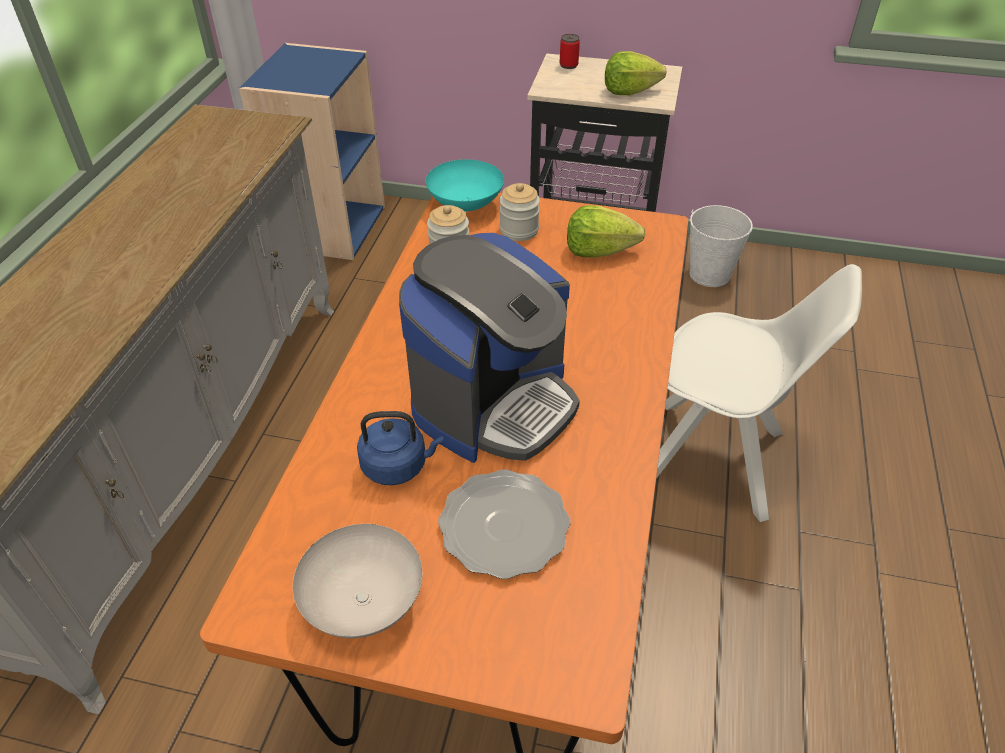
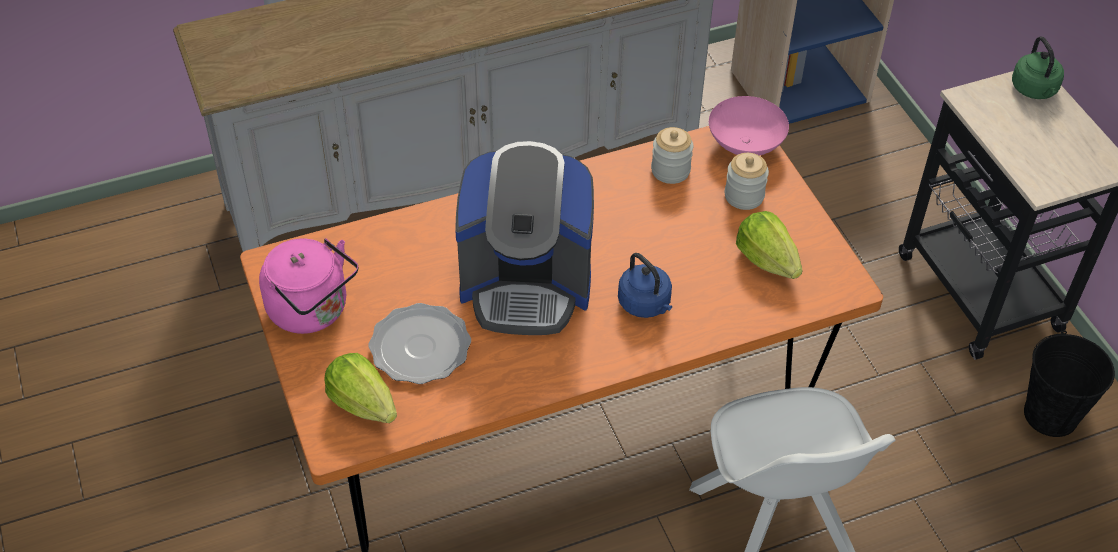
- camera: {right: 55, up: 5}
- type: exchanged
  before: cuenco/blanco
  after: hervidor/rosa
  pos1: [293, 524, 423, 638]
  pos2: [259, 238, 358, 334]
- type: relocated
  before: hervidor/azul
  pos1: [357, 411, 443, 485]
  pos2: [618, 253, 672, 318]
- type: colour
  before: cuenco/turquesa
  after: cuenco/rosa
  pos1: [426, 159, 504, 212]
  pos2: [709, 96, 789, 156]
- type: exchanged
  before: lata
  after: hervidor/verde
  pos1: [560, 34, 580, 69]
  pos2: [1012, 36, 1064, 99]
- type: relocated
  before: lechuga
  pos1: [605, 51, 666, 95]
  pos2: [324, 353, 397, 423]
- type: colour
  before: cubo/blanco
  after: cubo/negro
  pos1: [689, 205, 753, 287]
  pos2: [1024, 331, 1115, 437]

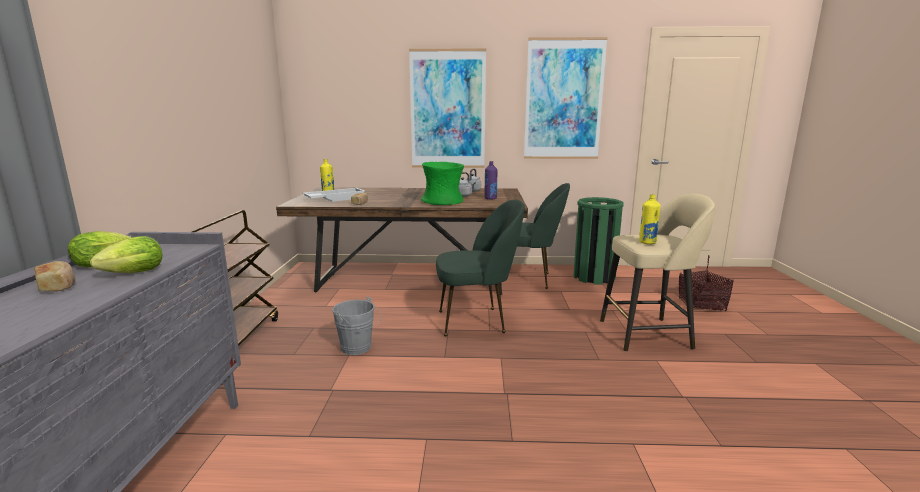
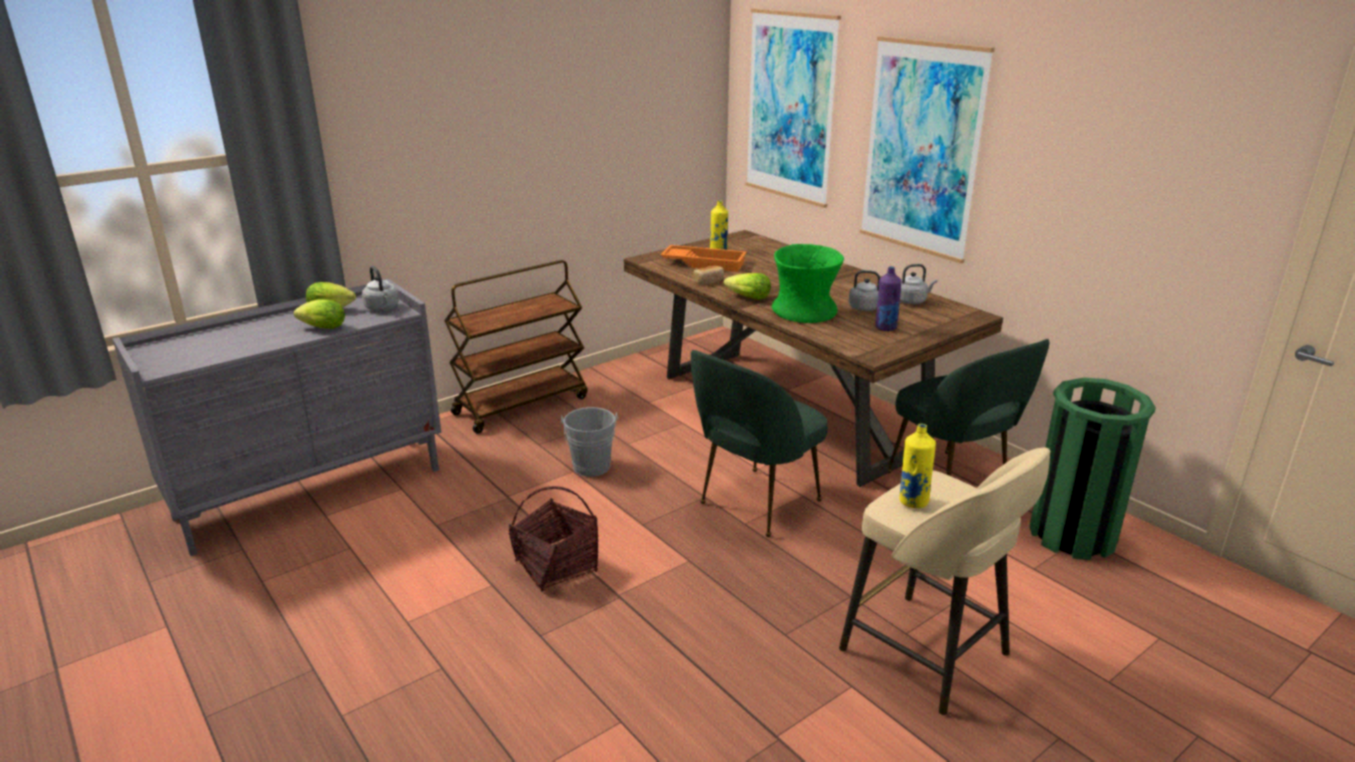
- camera: {right: 50, up: 10}
- type: missing
  before: pan
  pos1: [34, 261, 76, 292]
- type: colour
  before: bandeja/blanco
  after: bandeja/naranja
  pos1: [303, 188, 365, 202]
  pos2: [660, 245, 747, 272]
- type: spun
  before: silla/verde
  pos1: [436, 200, 525, 337]
  pos2: [691, 350, 828, 537]
  turn: 90
- type: relocated
  before: cuadro
  pos1: [524, 37, 608, 159]
  pos2: [745, 8, 841, 208]
- type: relocated
  before: cesta
  pos1: [679, 255, 733, 311]
  pos2: [509, 486, 598, 592]
- type: appeared
  after: hervidor/gris
  pos2: [362, 266, 399, 311]
- type: appeared
  after: lechuga
  pos2: [724, 273, 771, 300]

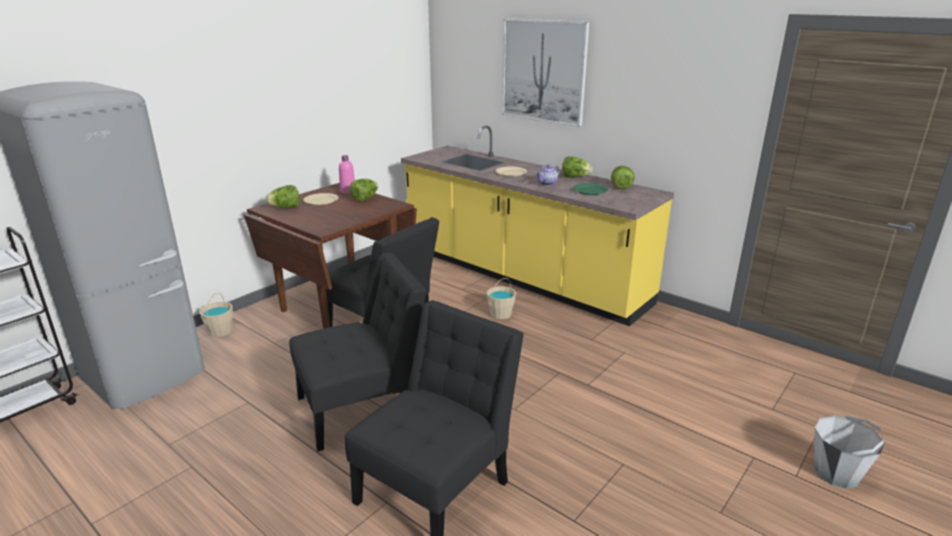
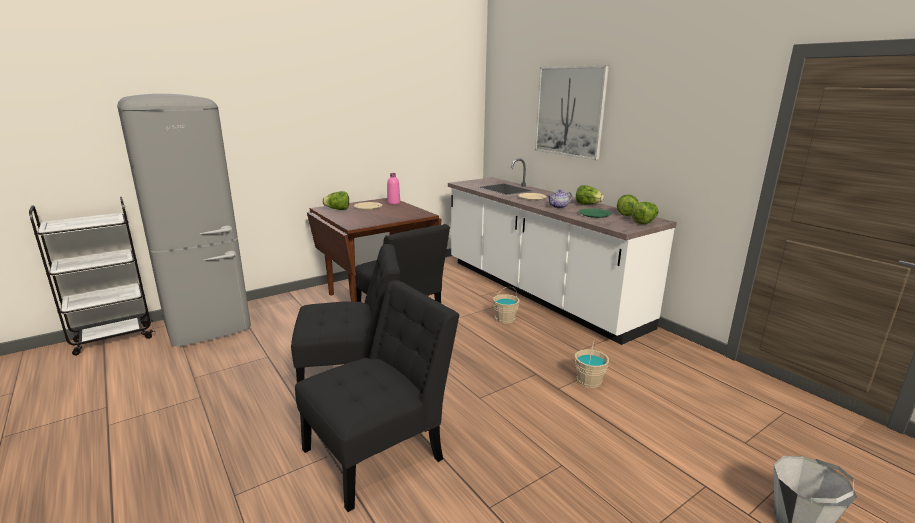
- camera: {right: 15, up: -5}
- type: relocated
  before: cubo/beis
  pos1: [199, 293, 233, 337]
  pos2: [575, 340, 609, 388]
- type: relocated
  before: lechuga
  pos1: [349, 179, 378, 202]
  pos2: [631, 202, 658, 224]
- type: colour
  before: mueble bajo de cocina/amarillo
  after: mueble bajo de cocina/blanco
  pos1: [401, 125, 674, 326]
  pos2: [448, 158, 677, 345]

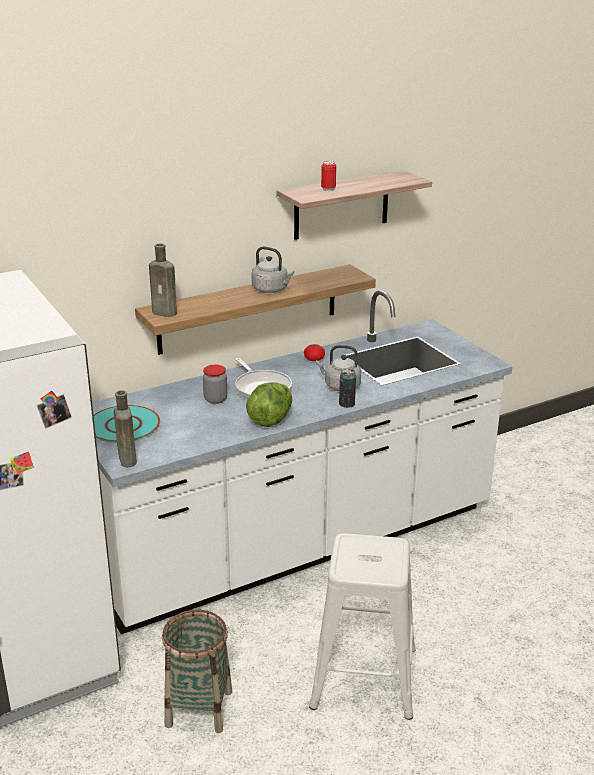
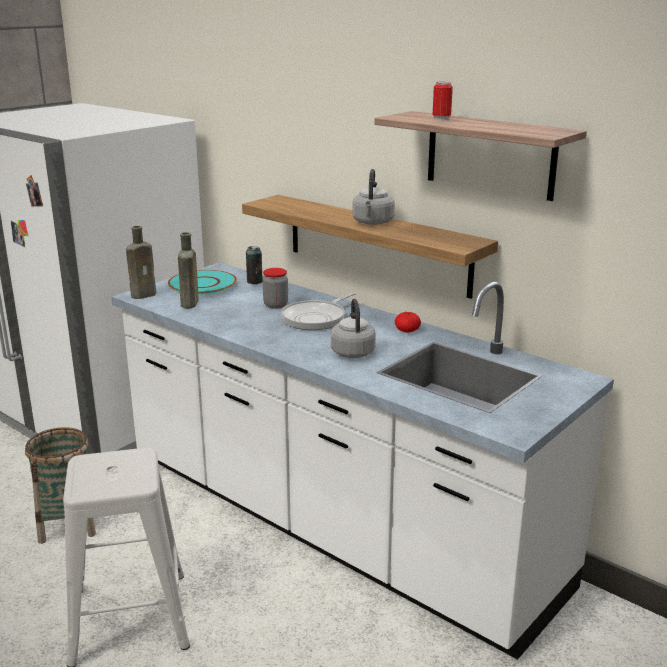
- camera: {right: 70, up: -5}
- type: relocated
  before: botella/marrón
  pos1: [149, 244, 177, 317]
  pos2: [178, 232, 198, 308]
- type: missing
  before: lechuga
  pos1: [246, 382, 292, 427]
- type: relocated
  before: lata
  pos1: [339, 369, 356, 408]
  pos2: [246, 246, 263, 284]

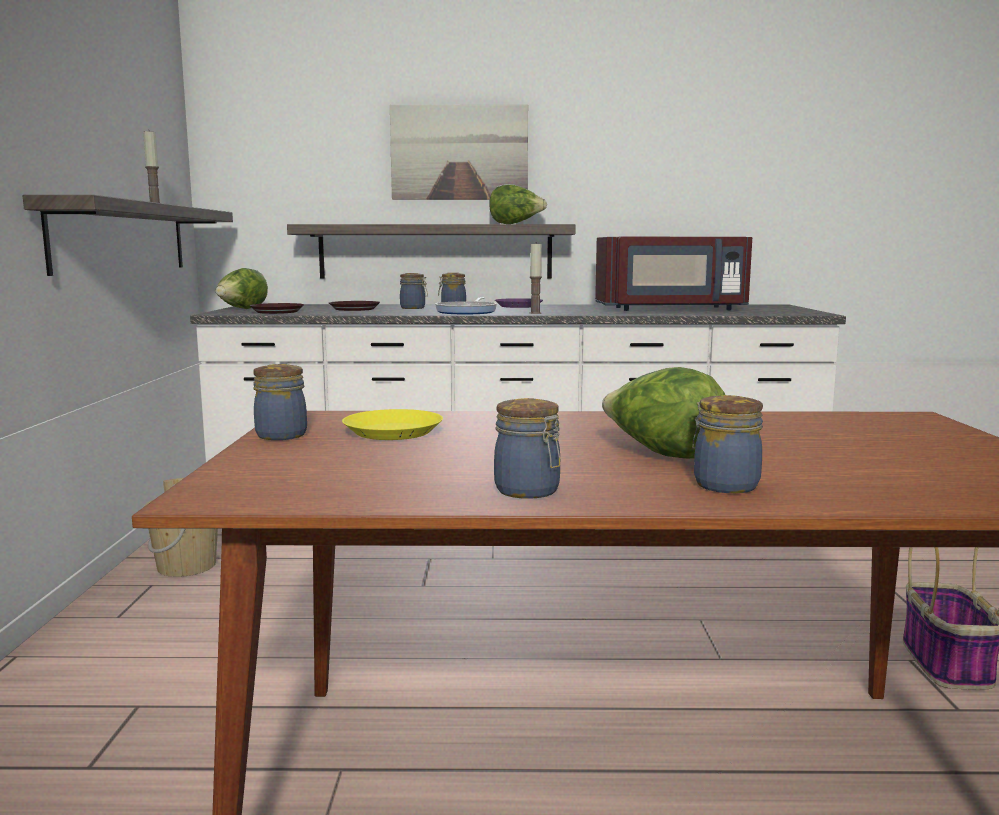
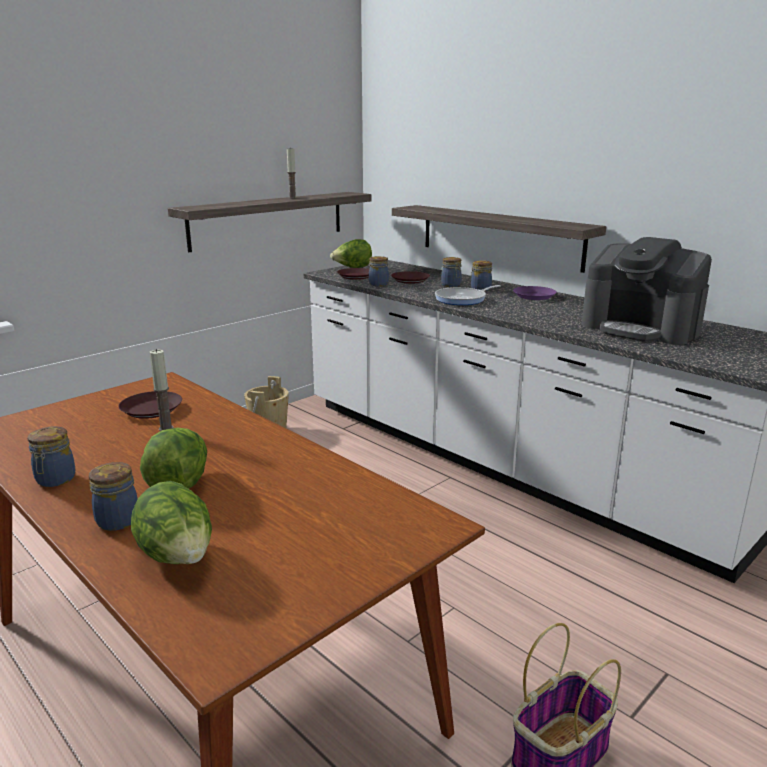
- camera: {right: 45, up: 10}
- type: relocated
  before: tarro
  pos1: [253, 364, 307, 440]
  pos2: [369, 256, 389, 286]
- type: colour
  before: plato/amarillo
  after: plato/marrón
  pos1: [342, 409, 443, 440]
  pos2: [118, 391, 182, 419]
- type: missing
  before: cuadro
  pos1: [390, 104, 528, 200]
- type: relocated
  before: lechuga
  pos1: [489, 184, 547, 224]
  pos2: [131, 481, 212, 564]
- type: relocated
  before: vela
  pos1: [530, 244, 542, 314]
  pos2: [149, 349, 174, 431]
- type: exchanged
  before: microondas/rojo
  after: cafetera
  pos1: [595, 237, 752, 311]
  pos2: [582, 237, 712, 345]

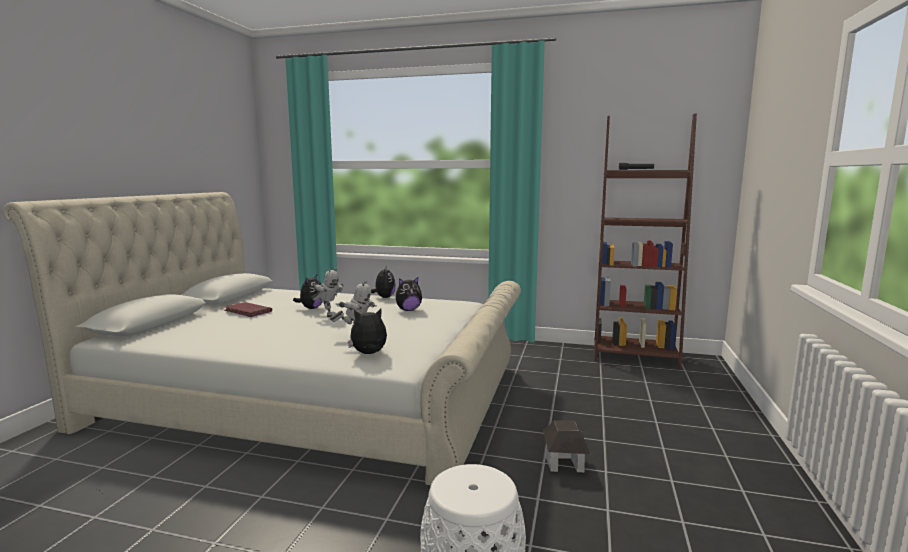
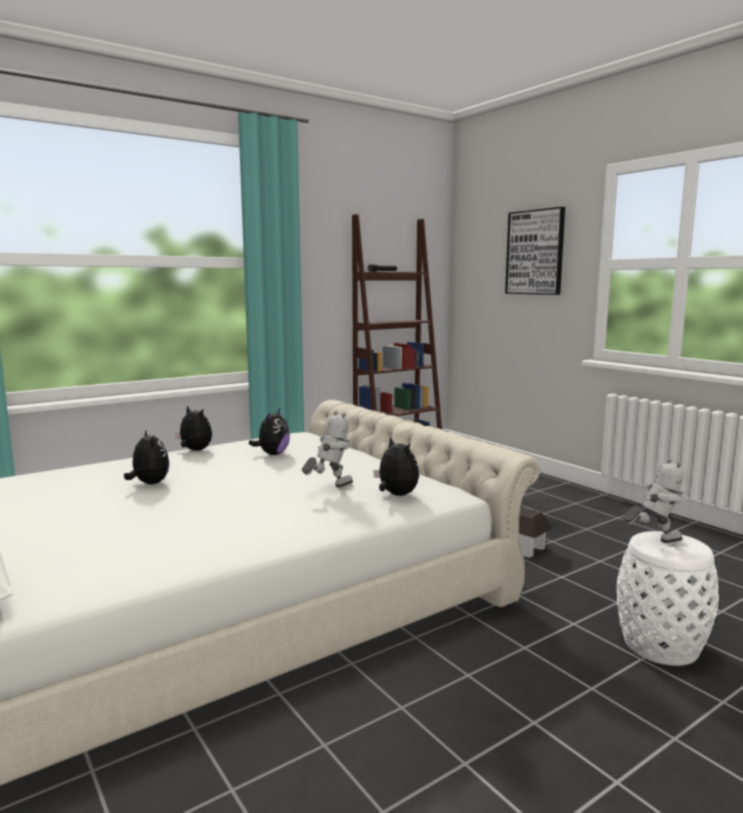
- camera: {right: -50, up: 0}
- type: missing
  before: libro/rojo
  pos1: [224, 302, 272, 317]
- type: relocated
  before: robot de juguete
  pos1: [311, 268, 343, 317]
  pos2: [623, 458, 684, 543]
- type: spun
  before: peluche
  pos1: [348, 309, 387, 354]
  pos2: [373, 437, 419, 496]
  turn: 120
- type: appeared
  after: cuadro
  pos2: [505, 207, 565, 295]

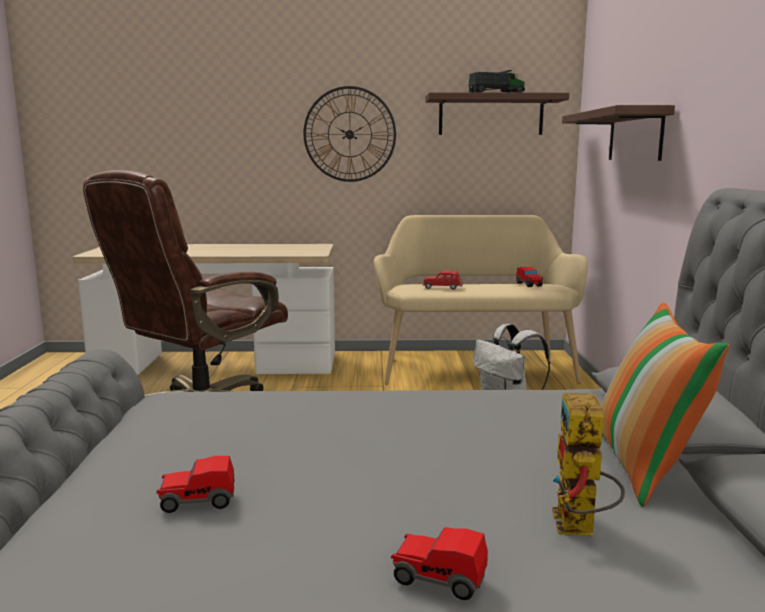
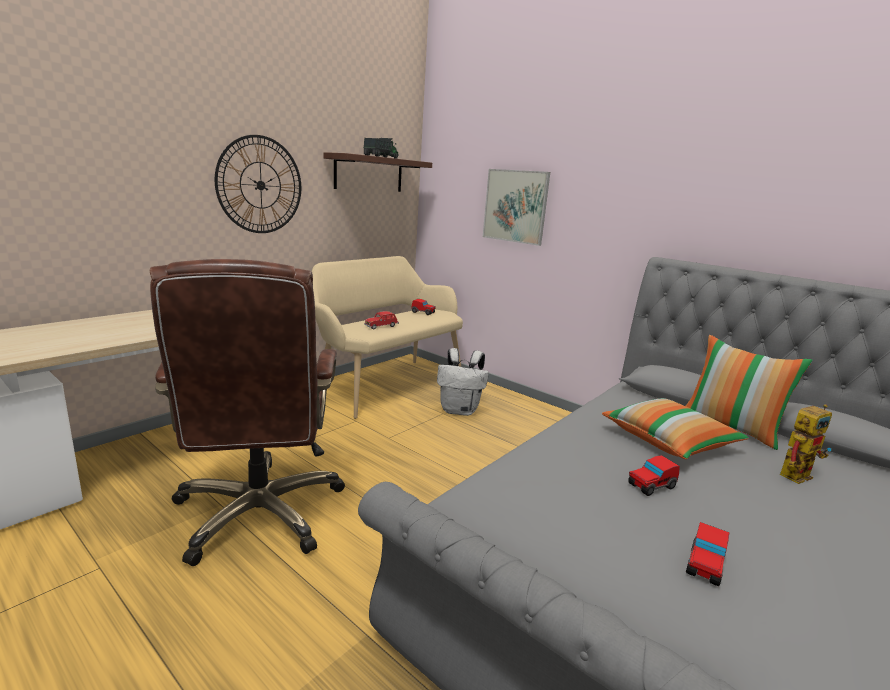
- camera: {right: -50, up: 5}
- type: relocated
  before: coche de juguete
  pos1: [391, 527, 488, 600]
  pos2: [628, 455, 680, 496]
- type: spun
  before: robot de juguete
  pos1: [552, 393, 625, 535]
  pos2: [780, 404, 832, 484]
  turn: -75
- type: exchanged
  before: estante
  after: cuadro
  pos1: [562, 105, 675, 161]
  pos2: [483, 169, 550, 246]
- type: appeared
  after: cojín
  pos2: [602, 398, 749, 459]

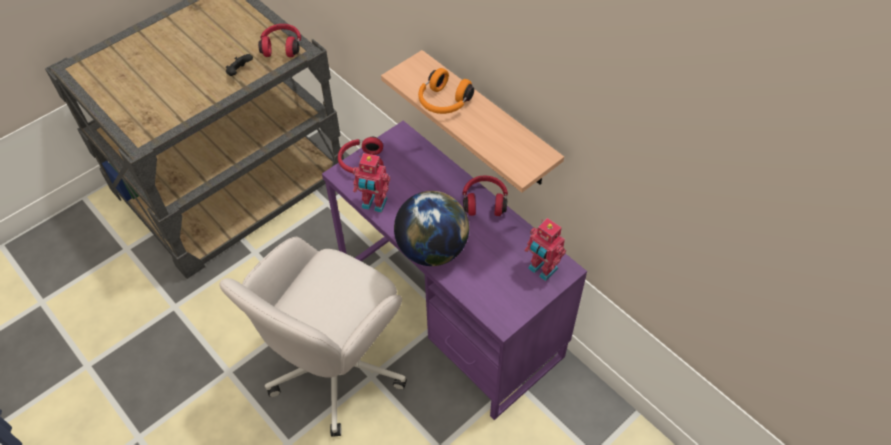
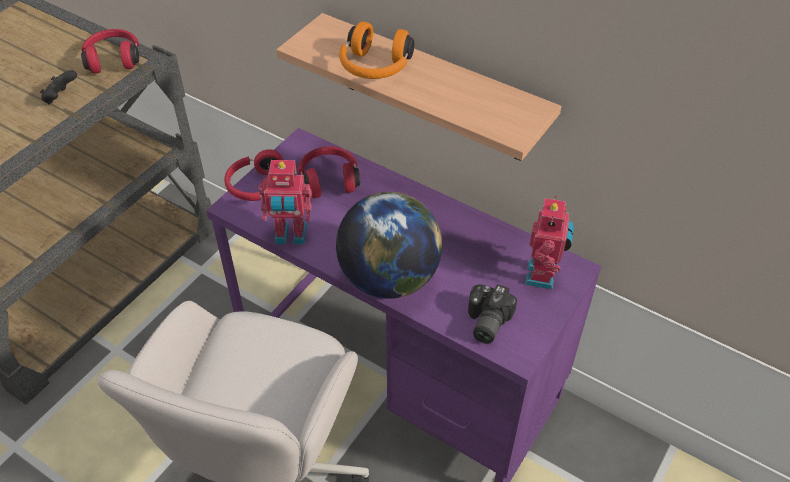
- camera: {right: -15, up: -5}
- type: relocated
  before: auriculares/rojo
  pos1: [463, 176, 508, 216]
  pos2: [298, 146, 360, 198]
- type: spun
  before: robot de juguete
  pos1: [525, 218, 566, 281]
  pos2: [525, 196, 574, 290]
  turn: -105
- type: appeared
  after: cámara
  pos2: [468, 284, 517, 344]

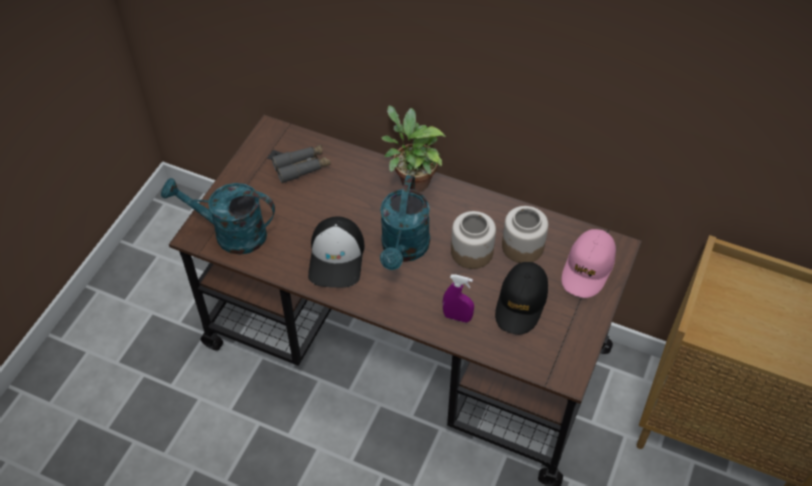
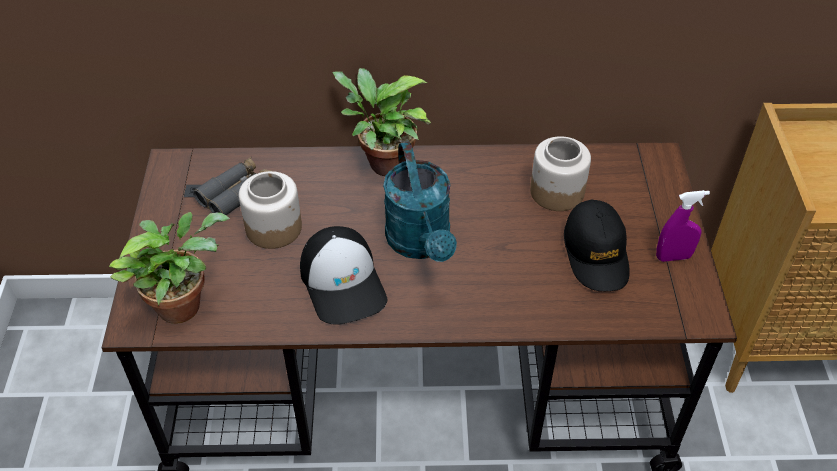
- camera: {right: -25, up: -5}
- type: exchanged
  before: regadera/turquesa
  after: planta en maceta
  pos1: [161, 178, 275, 255]
  pos2: [109, 212, 230, 324]
- type: relocated
  before: pulverizador/morado
  pos1: [443, 274, 474, 323]
  pos2: [656, 190, 710, 262]
- type: relocated
  before: tarro
  pos1: [451, 211, 496, 269]
  pos2: [239, 171, 302, 249]
- type: missing
  before: gorra/rosa
  pos1: [561, 229, 616, 298]

